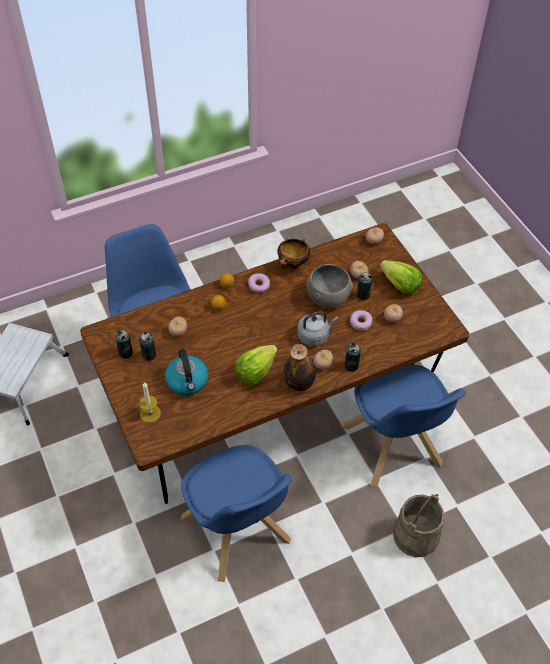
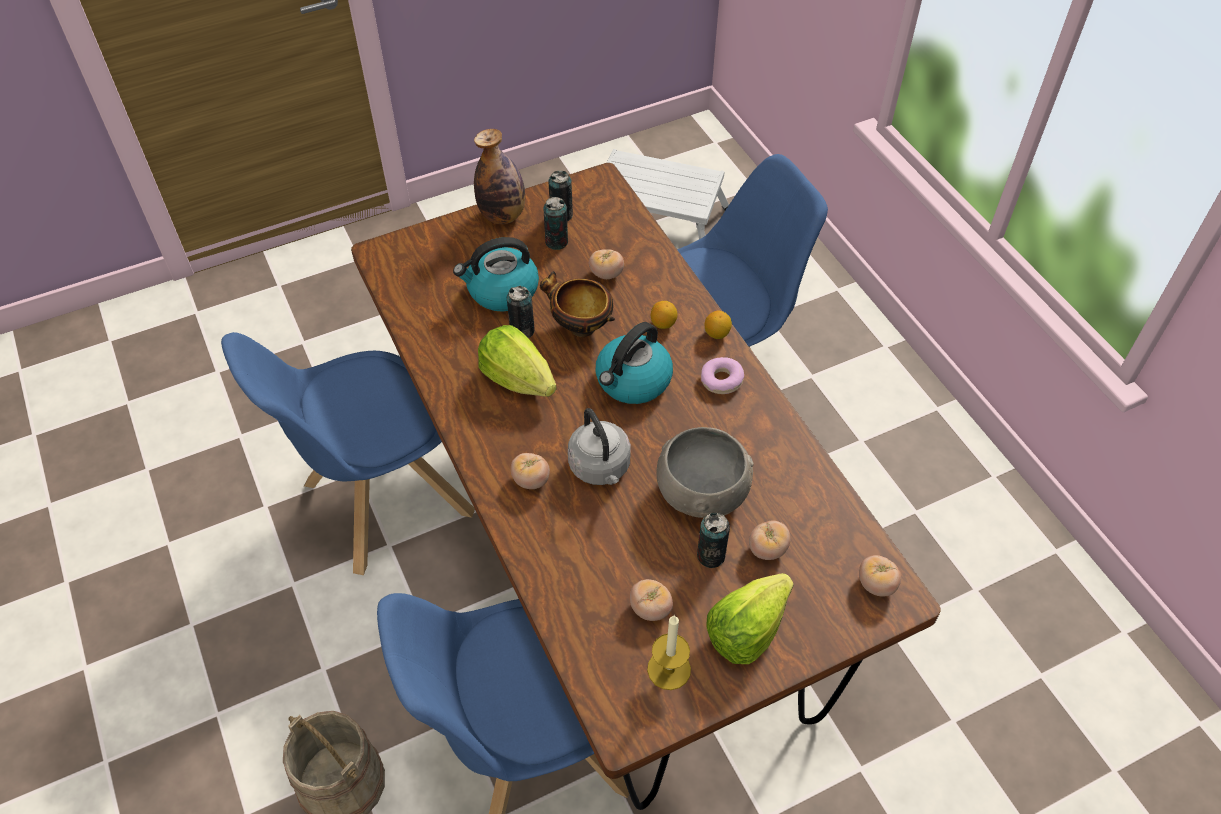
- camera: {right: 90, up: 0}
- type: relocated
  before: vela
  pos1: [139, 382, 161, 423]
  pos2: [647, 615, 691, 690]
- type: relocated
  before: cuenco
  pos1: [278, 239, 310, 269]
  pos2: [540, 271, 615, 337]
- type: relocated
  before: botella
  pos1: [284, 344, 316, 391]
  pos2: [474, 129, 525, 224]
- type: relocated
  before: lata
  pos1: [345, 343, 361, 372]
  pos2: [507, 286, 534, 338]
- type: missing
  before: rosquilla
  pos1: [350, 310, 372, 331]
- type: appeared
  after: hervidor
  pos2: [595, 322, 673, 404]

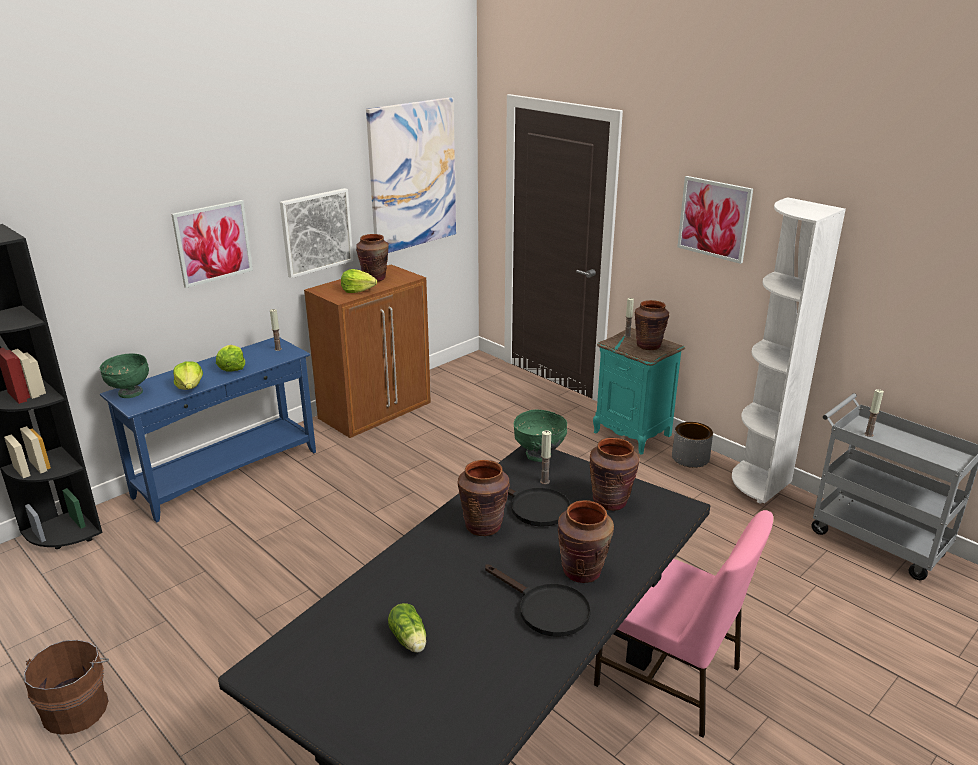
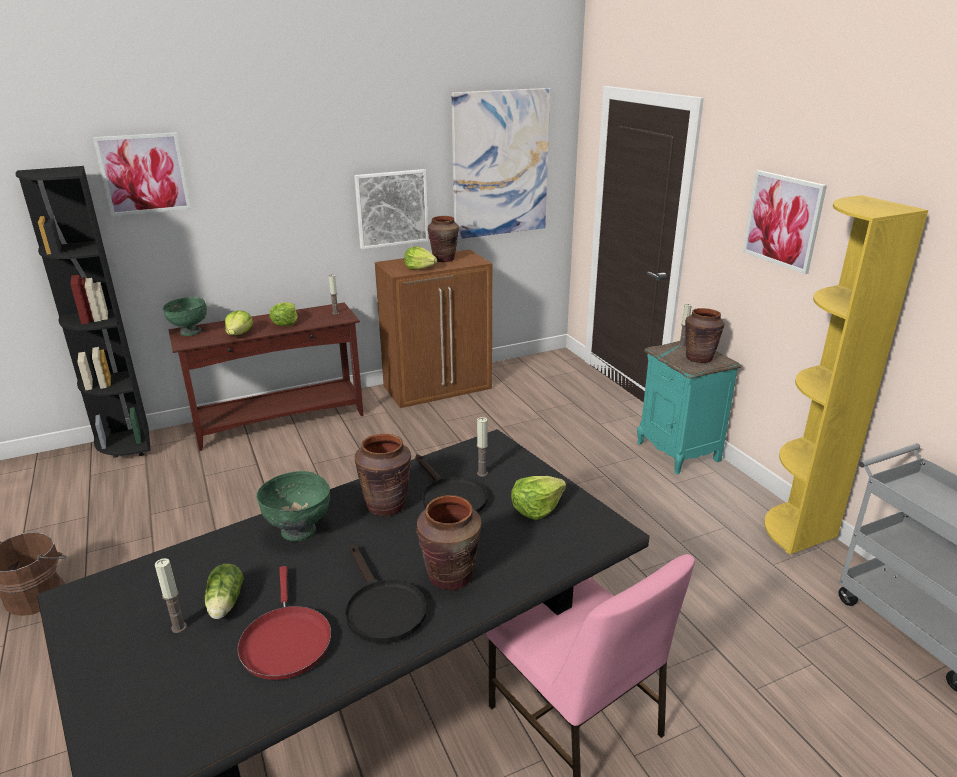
- camera: {right: 20, up: 0}
- type: colour
  before: mesa consola/azul
  after: mesa consola/marrón
  pos1: [100, 337, 316, 523]
  pos2: [169, 303, 364, 451]
- type: relocated
  before: cuadro
  pos1: [171, 200, 253, 288]
  pos2: [93, 132, 191, 216]
- type: relocated
  before: cuenco/verde
  pos1: [514, 409, 567, 462]
  pos2: [256, 471, 330, 541]
- type: exchanged
  before: florero/marrón
  after: lechuga
  pos1: [590, 438, 639, 511]
  pos2: [511, 476, 566, 520]
- type: missing
  before: maceta/gris
  pos1: [672, 422, 713, 468]
- type: colour
  before: estantería/blanco
  after: estantería/amarillo
  pos1: [732, 197, 846, 503]
  pos2: [764, 195, 928, 554]
- type: relocated
  before: vela
  pos1: [864, 389, 884, 437]
  pos2: [155, 558, 187, 633]
- type: appeared
  after: sartén/rojo
  pos2: [237, 566, 331, 680]

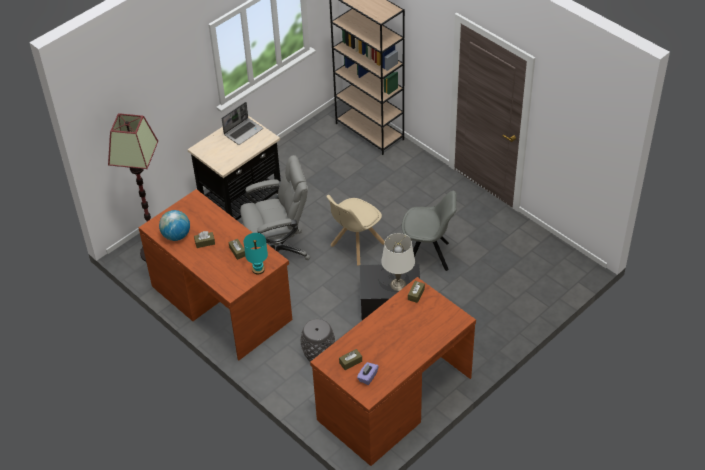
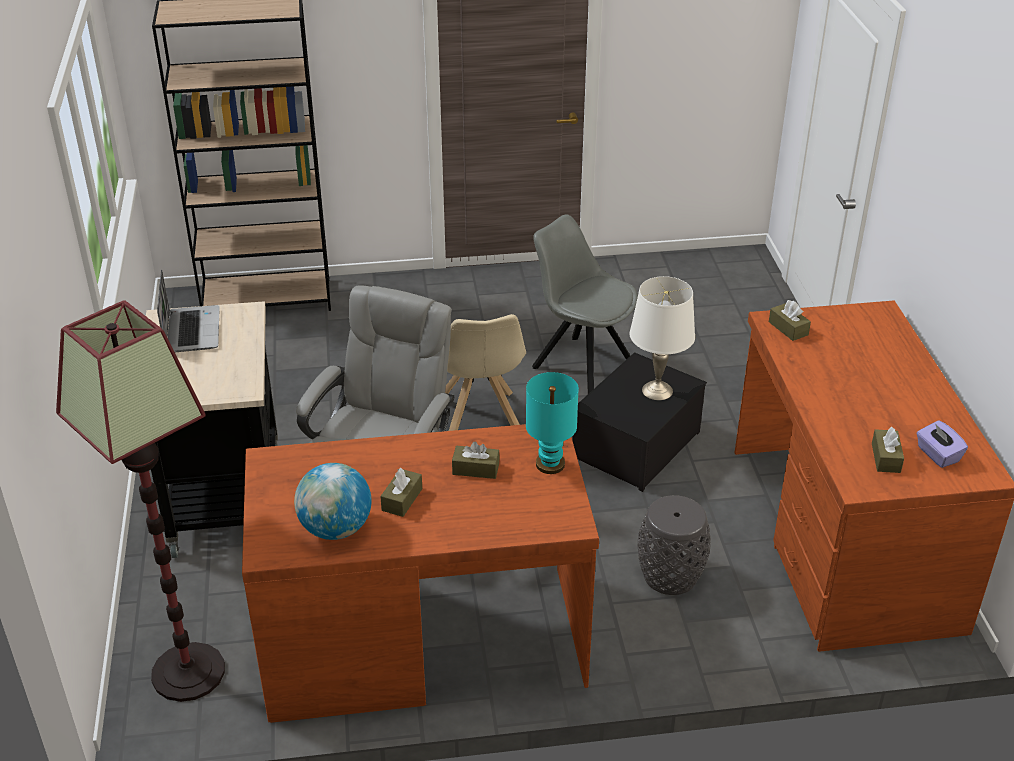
- camera: {right: -55, up: -10}
- type: spun
  before: silla/gris
  pos1: [402, 191, 457, 271]
  pos2: [532, 214, 638, 394]
  turn: -90

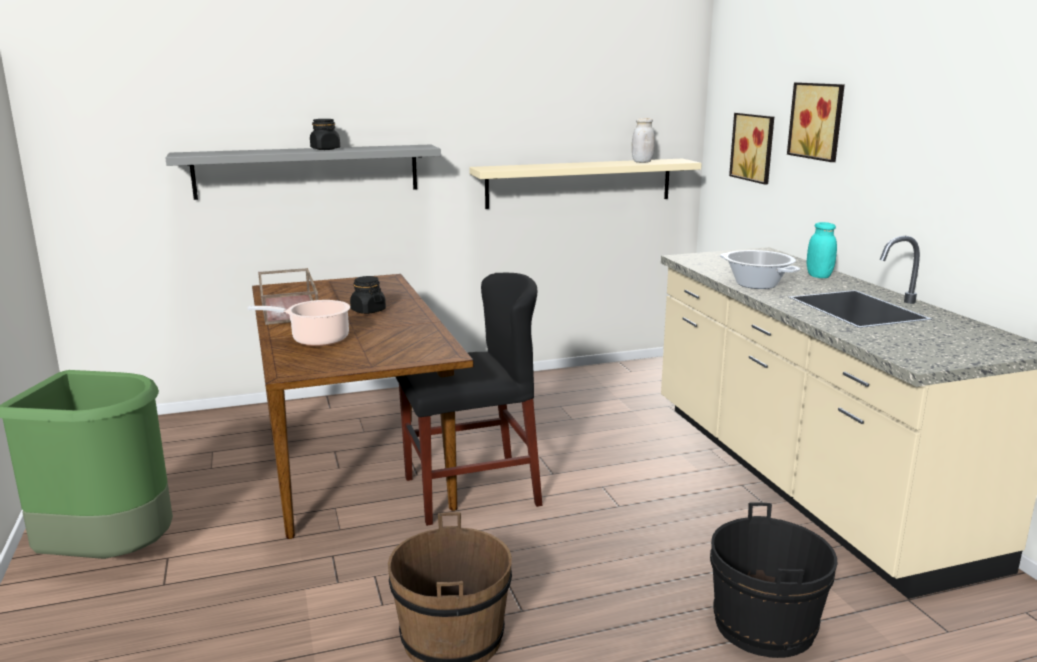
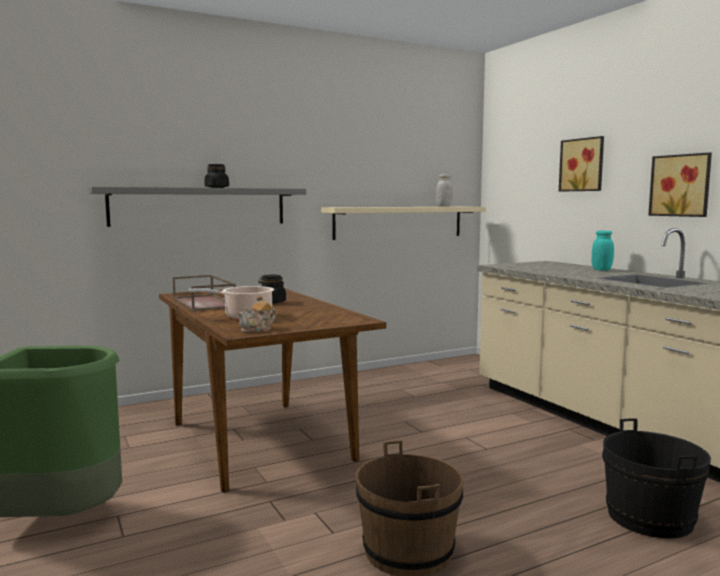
- camera: {right: -10, up: -10}
- type: missing
  before: silla/negro
  pos1: [396, 273, 542, 526]
- type: missing
  before: olla
  pos1: [720, 250, 800, 289]
- type: relocated
  before: cuadro
  pos1: [729, 113, 774, 184]
  pos2: [648, 152, 712, 217]
- type: appeared
  after: tetera
  pos2: [237, 295, 277, 333]

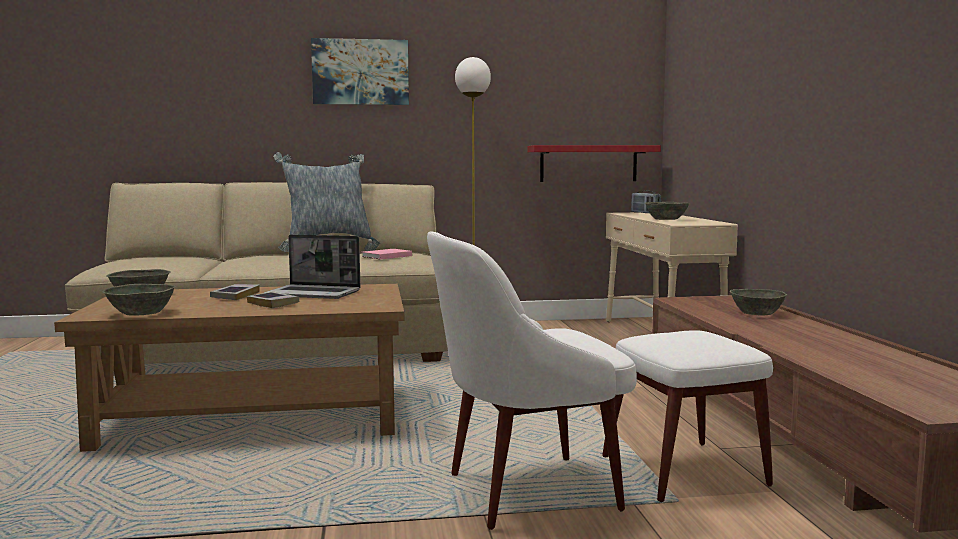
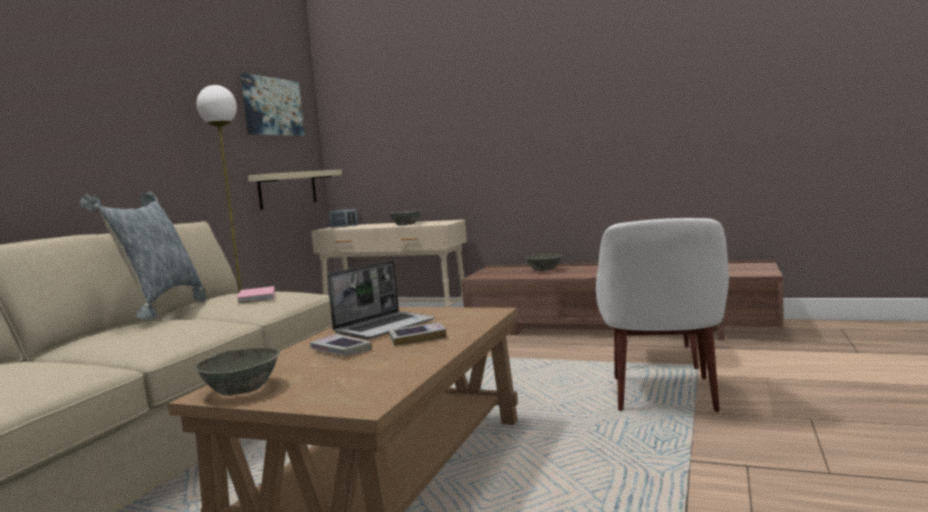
- camera: {right: -60, up: 0}
- type: missing
  before: cuenco/gris
  pos1: [102, 284, 176, 316]
- type: relocated
  before: cuadro
  pos1: [311, 38, 409, 105]
  pos2: [241, 73, 305, 136]
- type: colour
  before: estante/rojo
  after: estante/beis
  pos1: [527, 145, 661, 182]
  pos2: [248, 170, 342, 209]

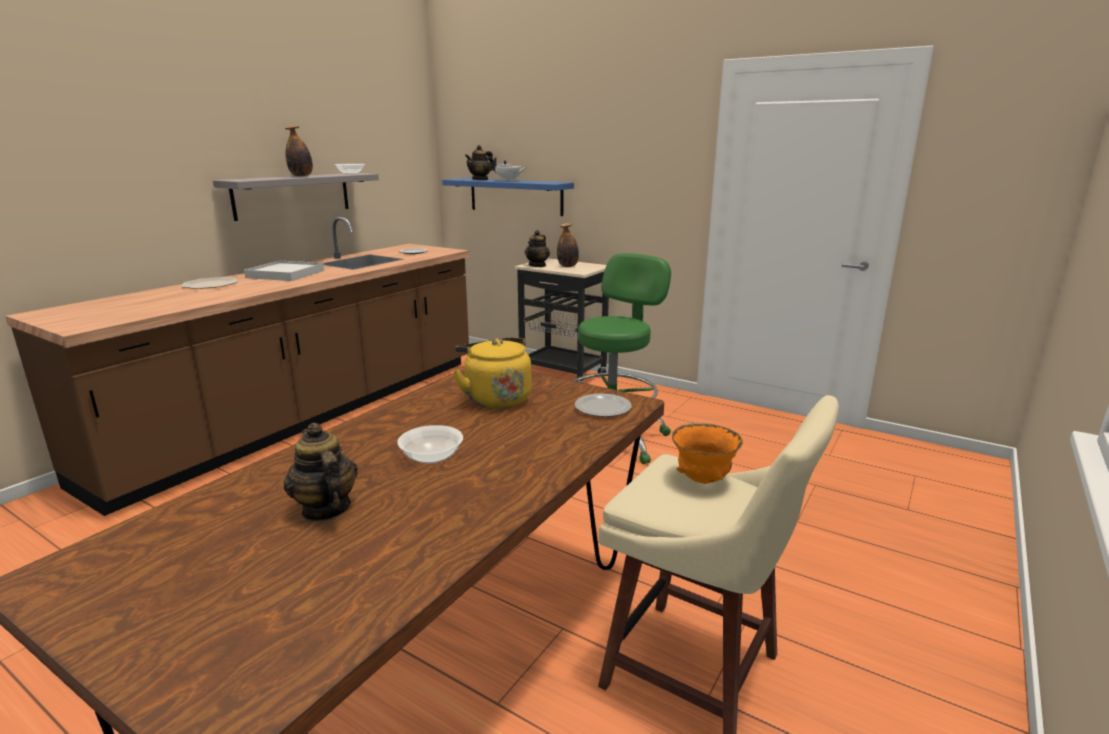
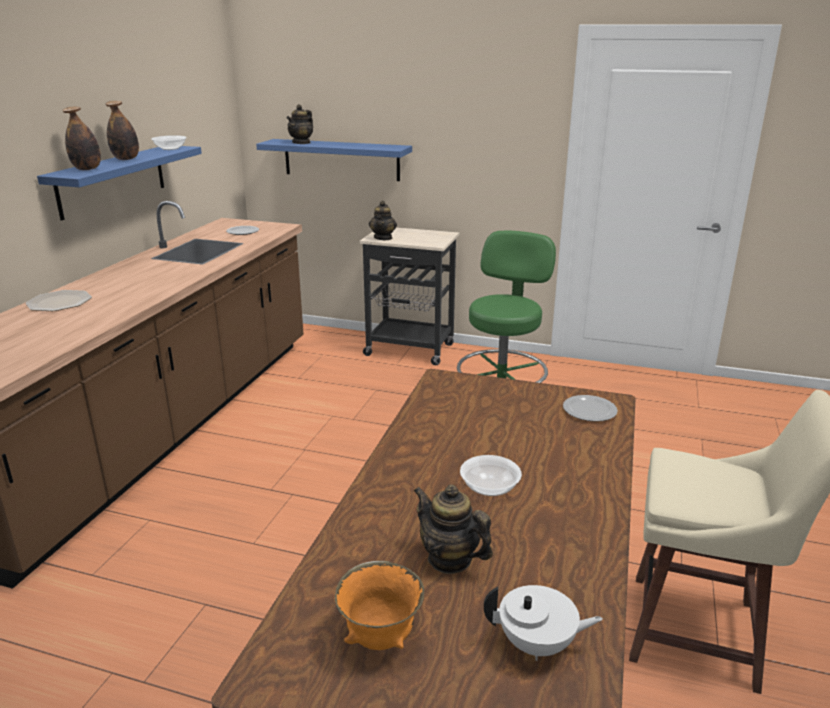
- camera: {right: -15, up: 5}
- type: colour
  before: estante/gris
  after: estante/azul
  pos1: [213, 173, 379, 221]
  pos2: [37, 146, 202, 220]
- type: missing
  before: bandeja/blanco
  pos1: [244, 261, 324, 281]
- type: missing
  before: hervidor/amarillo
  pos1: [453, 337, 532, 408]
- type: relocated
  before: tetera/blanco
  pos1: [492, 157, 527, 181]
  pos2: [484, 585, 603, 661]
- type: relocated
  before: botella
  pos1: [557, 223, 579, 267]
  pos2: [63, 106, 101, 170]
- type: relocated
  before: cuenco/naranja
  pos1: [672, 423, 743, 484]
  pos2: [334, 561, 424, 650]

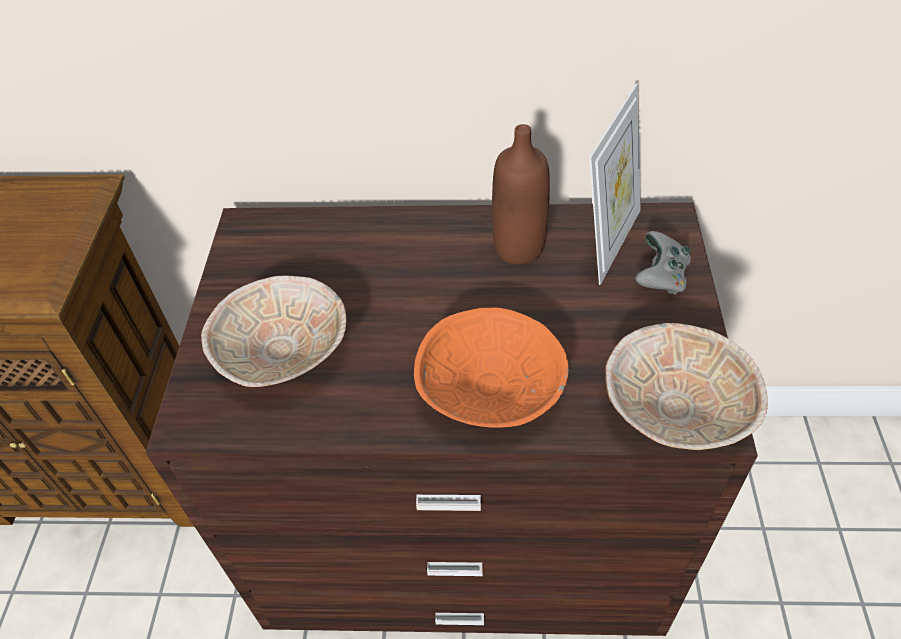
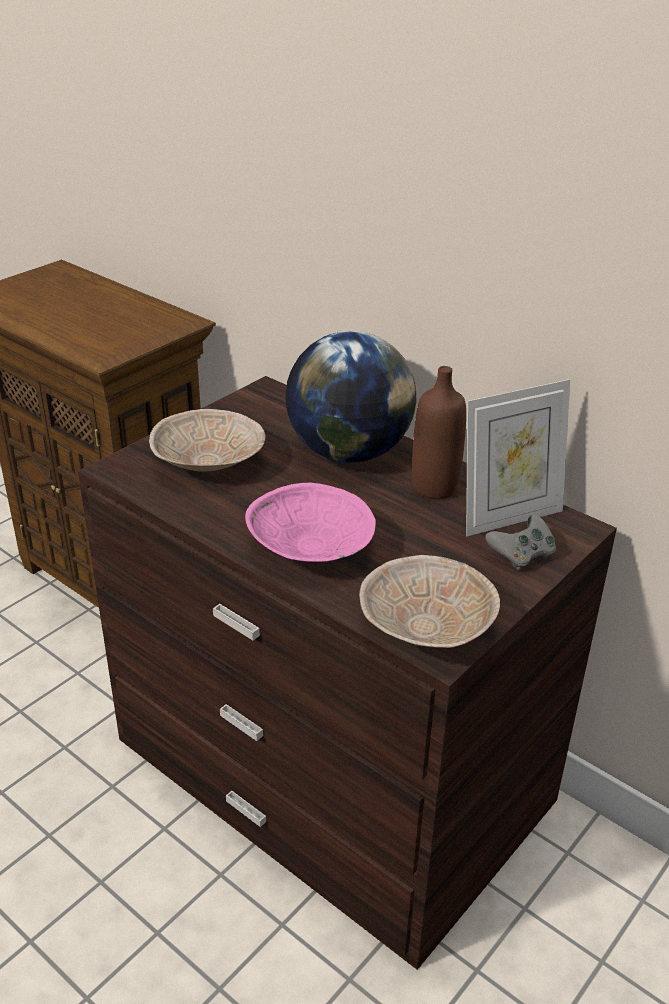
- camera: {right: 35, up: -15}
- type: colour
  before: cuenco/naranja
  after: cuenco/rosa
  pos1: [414, 307, 569, 428]
  pos2: [245, 482, 376, 562]
- type: appeared
  after: globo terráqueo
  pos2: [285, 331, 417, 463]

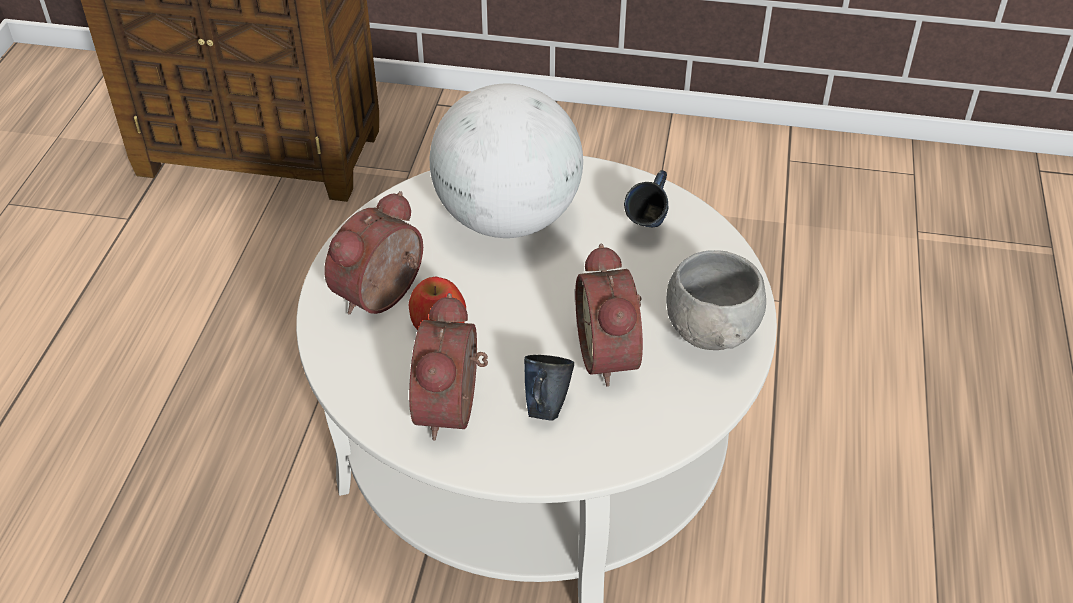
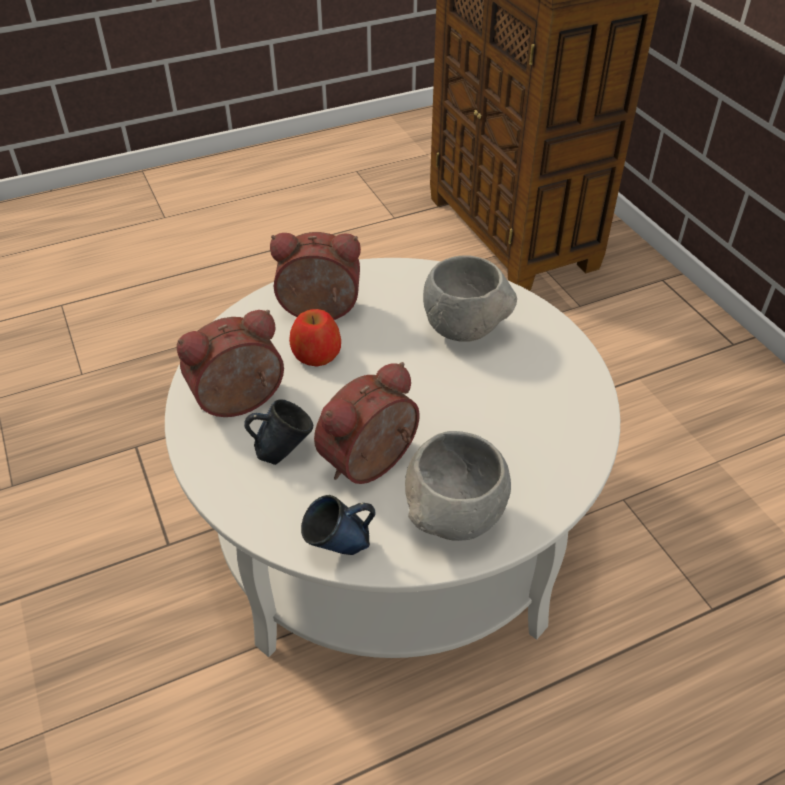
- camera: {right: 55, up: 0}
- type: exchanged
  before: globo terráqueo
  after: cuenco/gris
  pos1: [430, 84, 583, 238]
  pos2: [423, 255, 517, 341]
- type: relocated
  before: taza grande/azul
  pos1: [624, 170, 668, 227]
  pos2: [301, 495, 376, 555]

